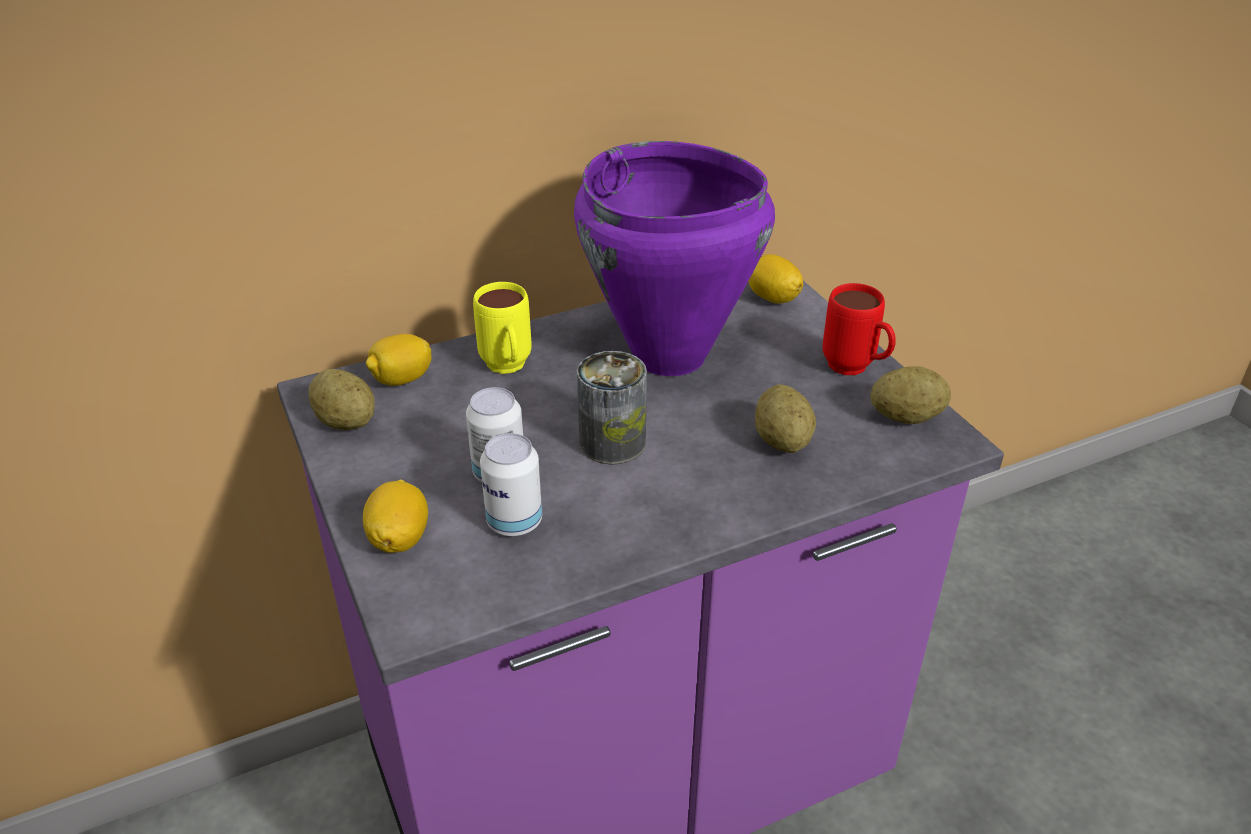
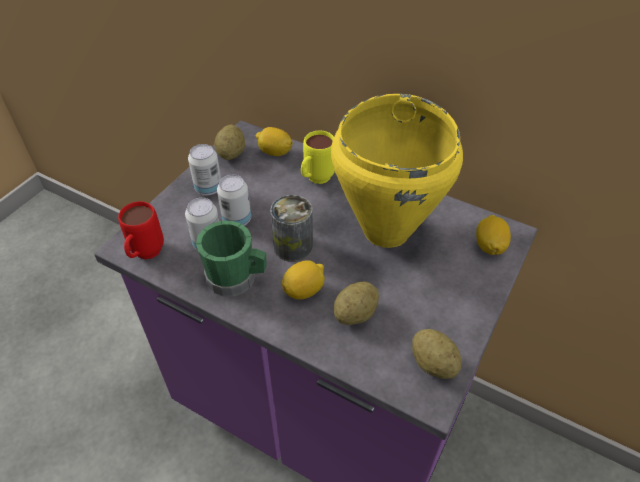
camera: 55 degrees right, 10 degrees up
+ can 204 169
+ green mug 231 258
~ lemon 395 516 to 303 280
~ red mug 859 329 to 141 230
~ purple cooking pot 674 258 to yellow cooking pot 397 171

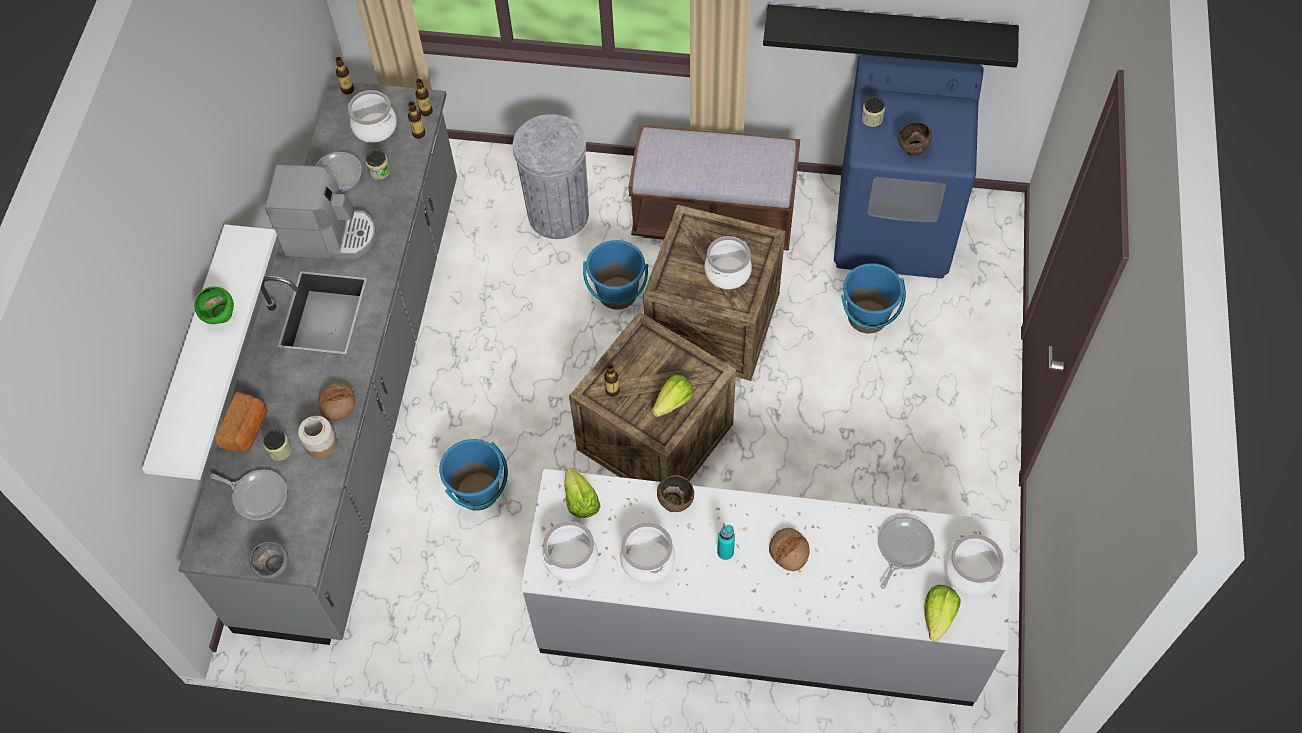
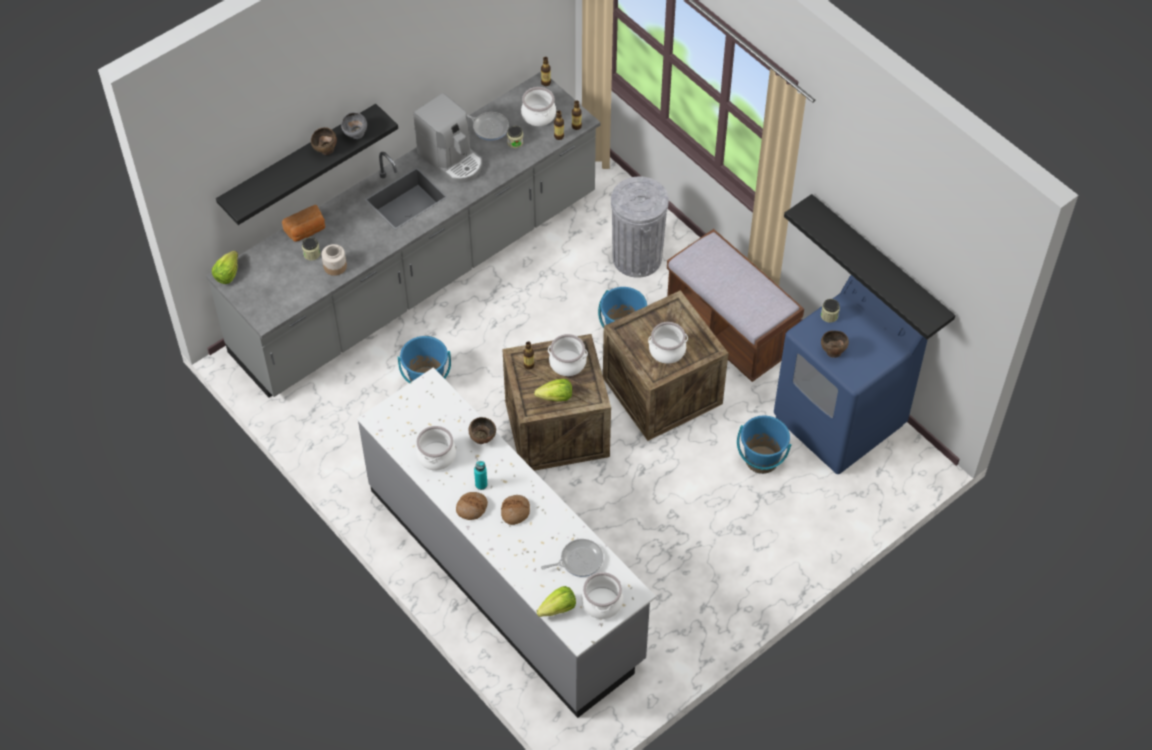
camera: 40 degrees right, 5 degrees down
- frying pan 248 495
~ grey bowl 269 560 to 354 125
~ bread 336 401 to 472 506
~ cooking pot 570 551 to 568 355
~ lettuce 582 493 to 225 267
~ white shelf 209 352 to black shelf 307 164
~ green bowl 214 305 to brown bowl 324 141

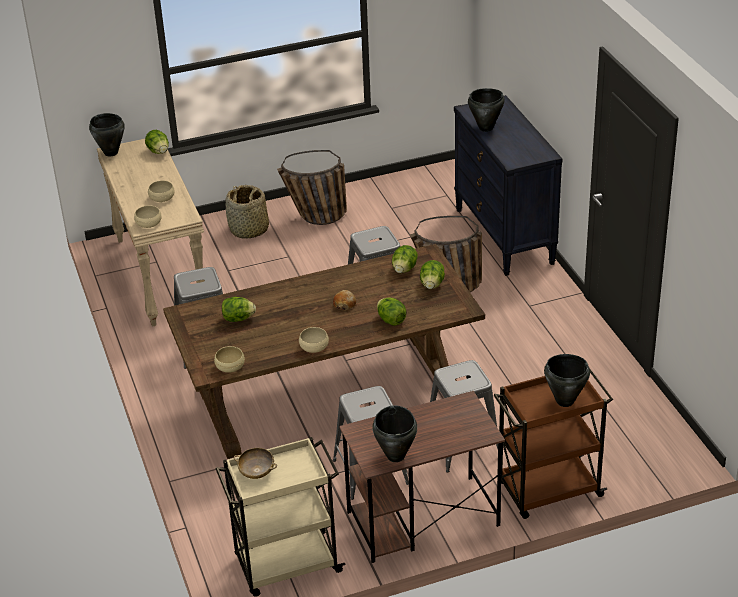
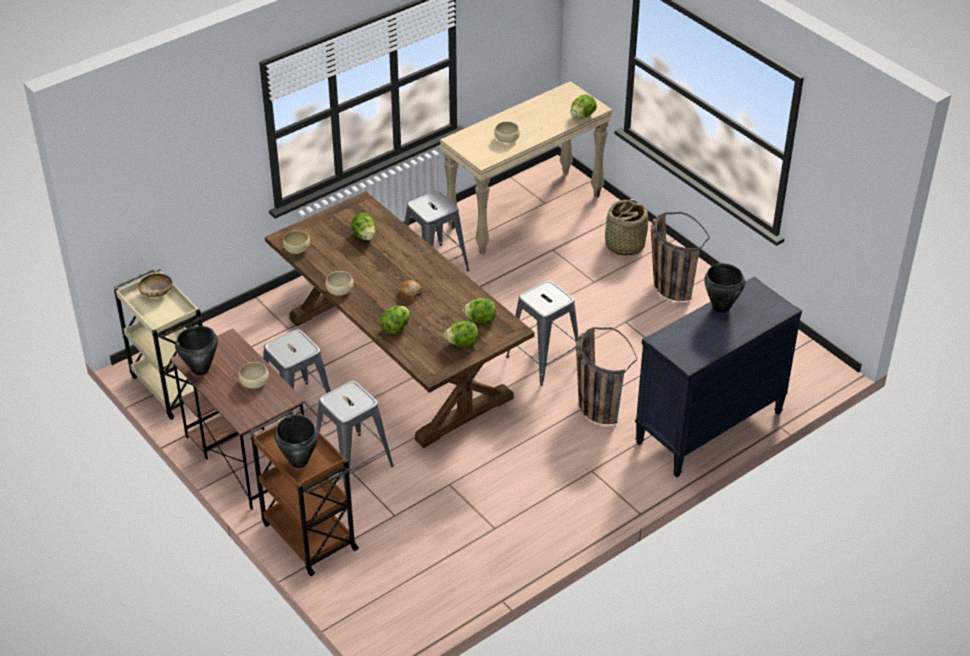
camera: 70 degrees right, 5 degrees up
- black cooking pot 107 134
~ beige bowl 148 216 to 254 375

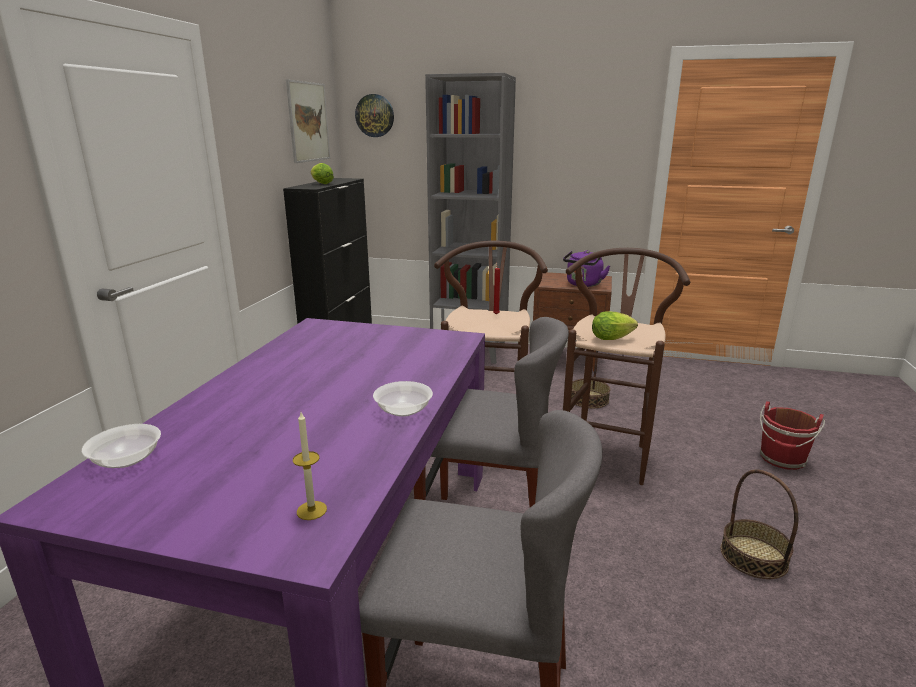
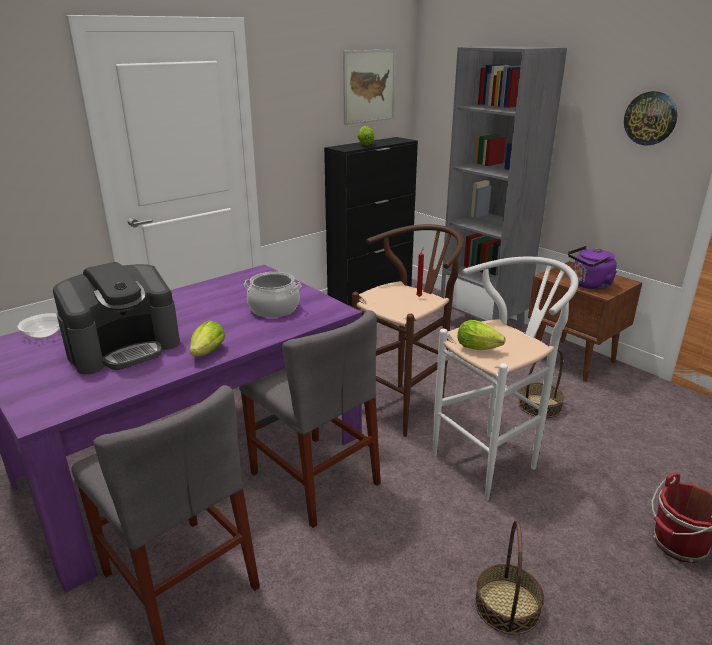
camera: 35 degrees right, 5 degrees up
- candle 310 466
+ coffee machine 116 318
+ cooking pot 272 295
~ wall clock 374 115 to 650 118
~ bowl 403 399 to lettuce 207 338
~ brown stool 626 366 to white stool 505 378

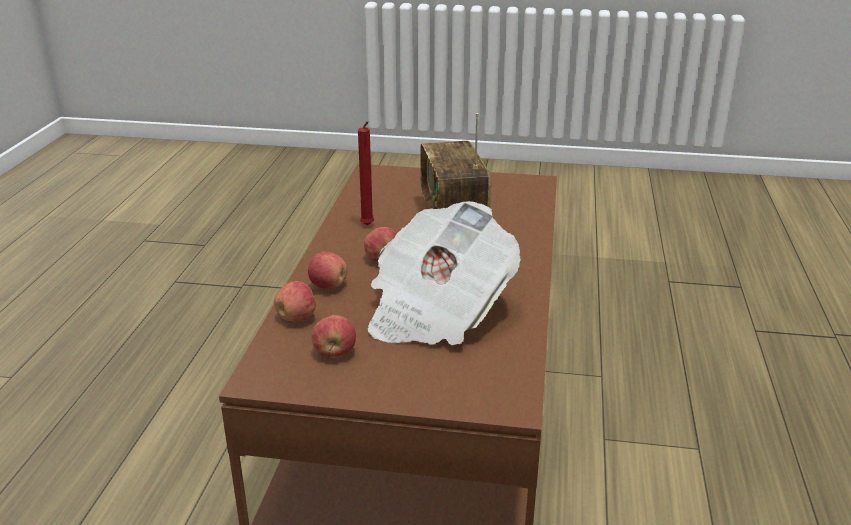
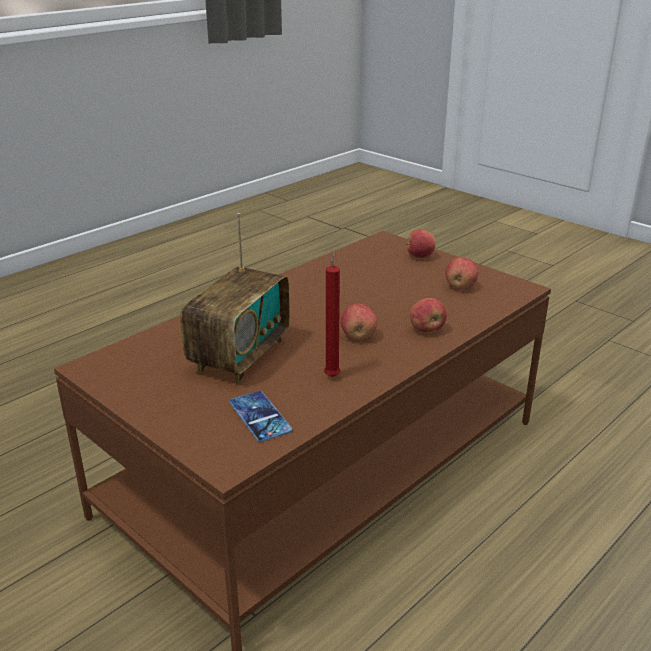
camera: 145 degrees left, 0 degrees up
- newspaper 444 273
+ phone 260 416
~ apple 295 301 to 421 243

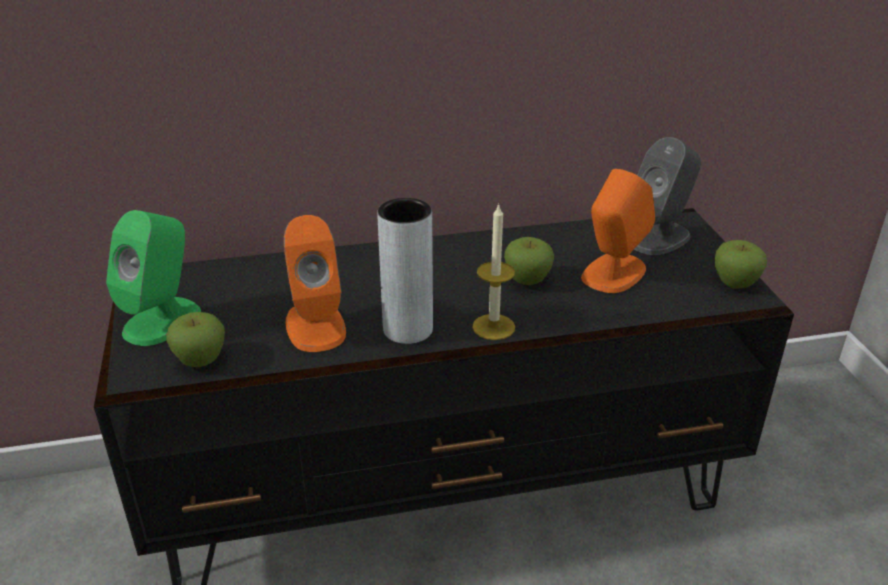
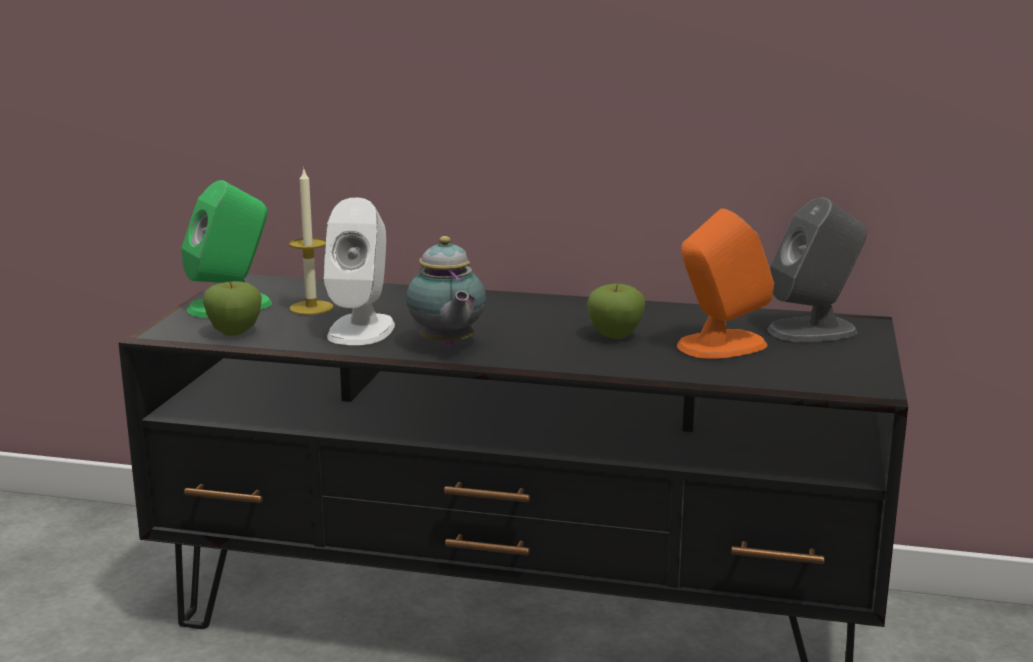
camera: 25 degrees right, 15 degrees down
- apple 741 264
~ candle 493 271 to 311 241
~ grey vase 405 271 to teapot 446 292
~ orange speaker 315 283 to white speaker 359 271

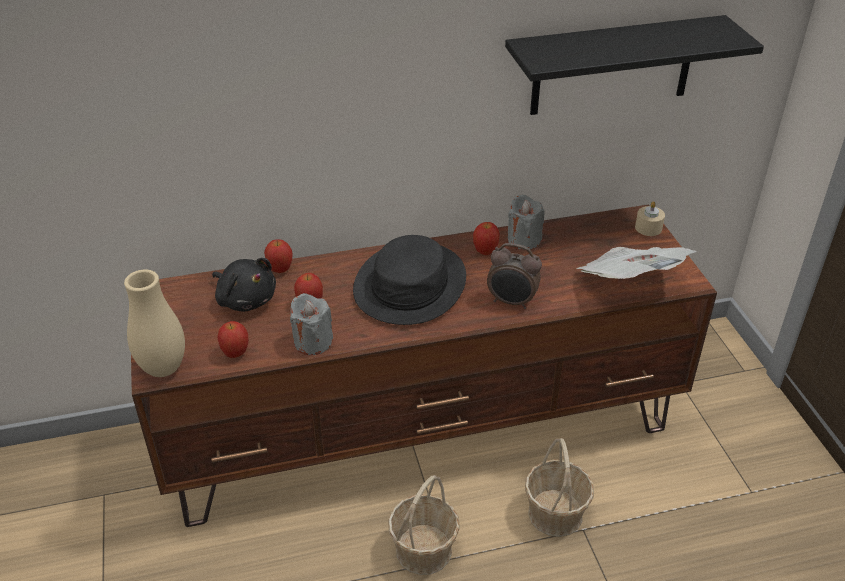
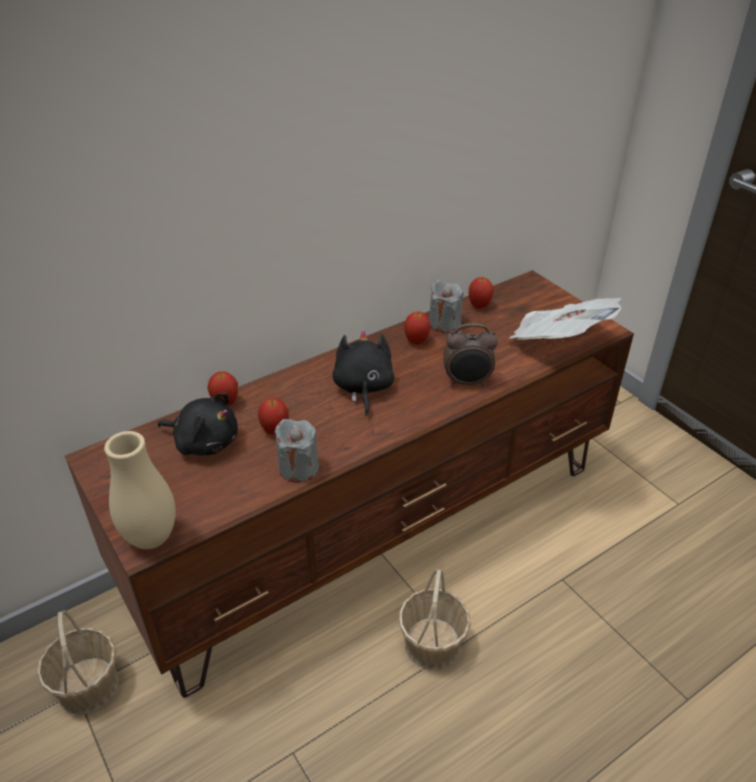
camera: 20 degrees left, 0 degrees up
- black shelf 634 65
- beige candle 650 218
~ apple 233 339 to 481 293
~ basket 559 487 to 78 662
~ black hat 409 280 to black plush toy 363 373

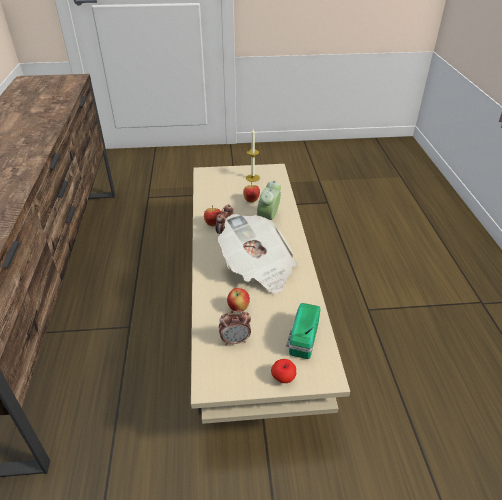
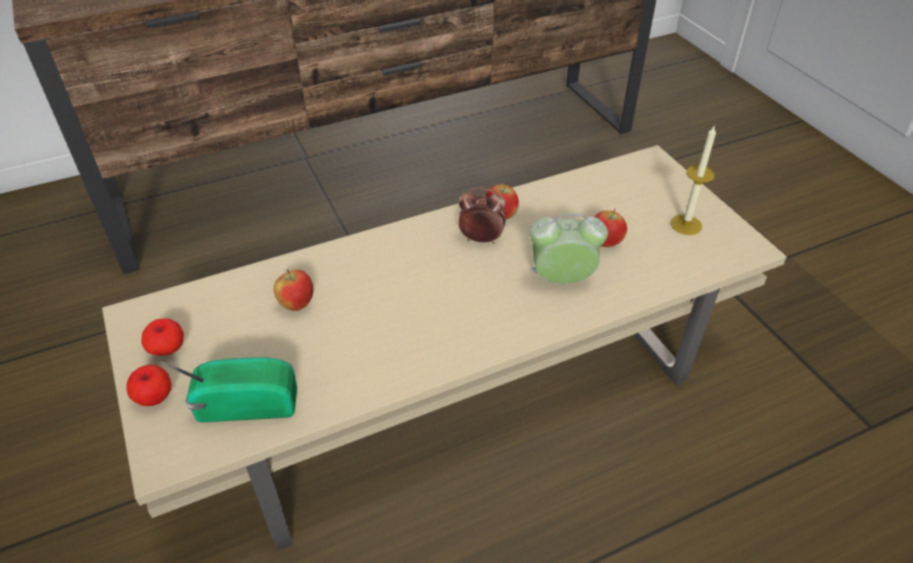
camera: 70 degrees right, 5 degrees up
- newspaper 258 254
- alarm clock 235 328
+ apple 163 337

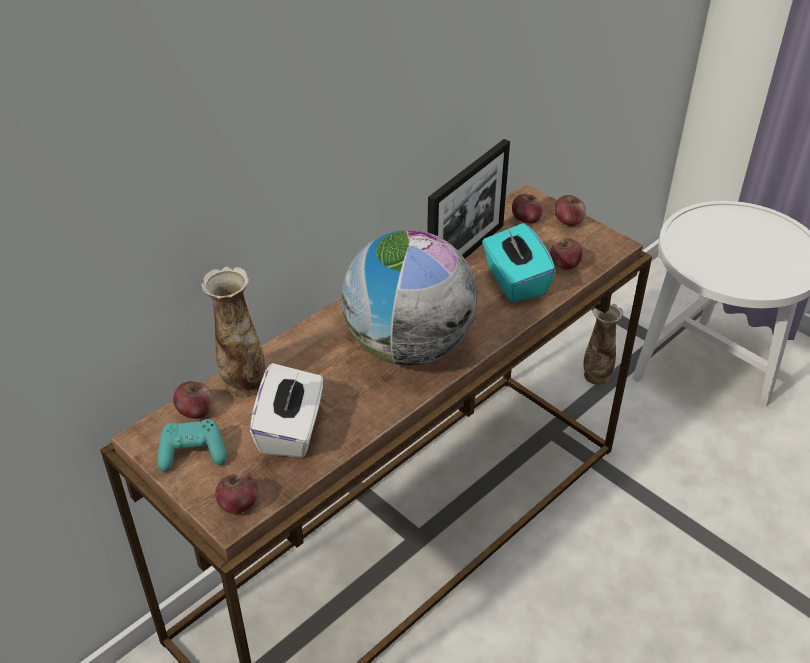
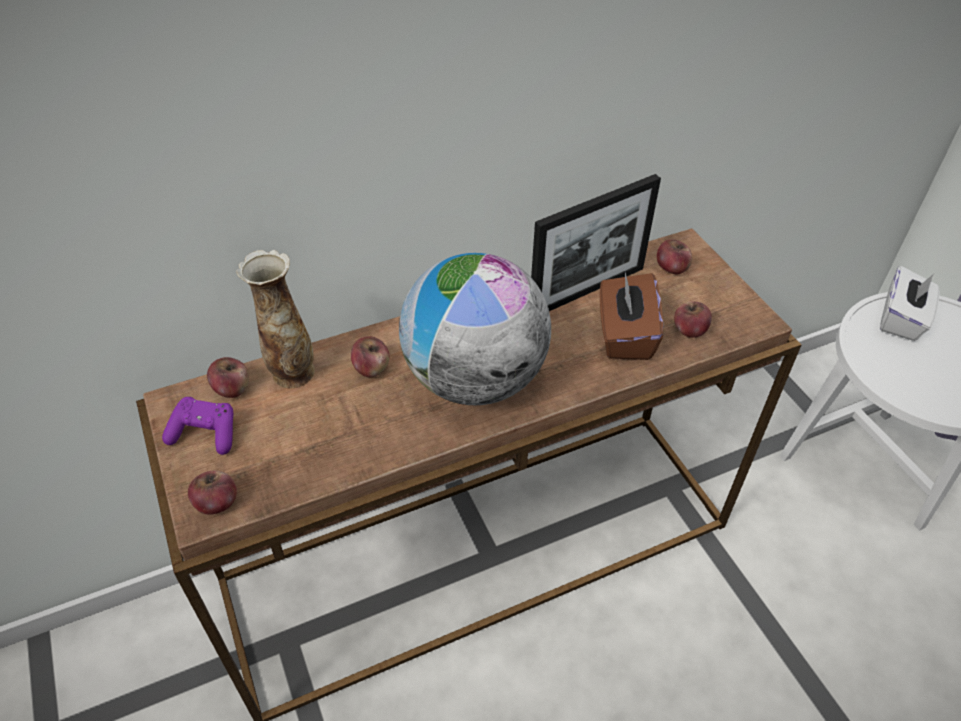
camera: 20 degrees right, 5 degrees up
- vase 603 344
~ white tissue box 286 410 to 910 303
~ apple 570 210 to 370 356
~ turquoise game controller 192 445 to purple game controller 197 426
~ turquoise tissue box 519 262 to brown tissue box 631 316

